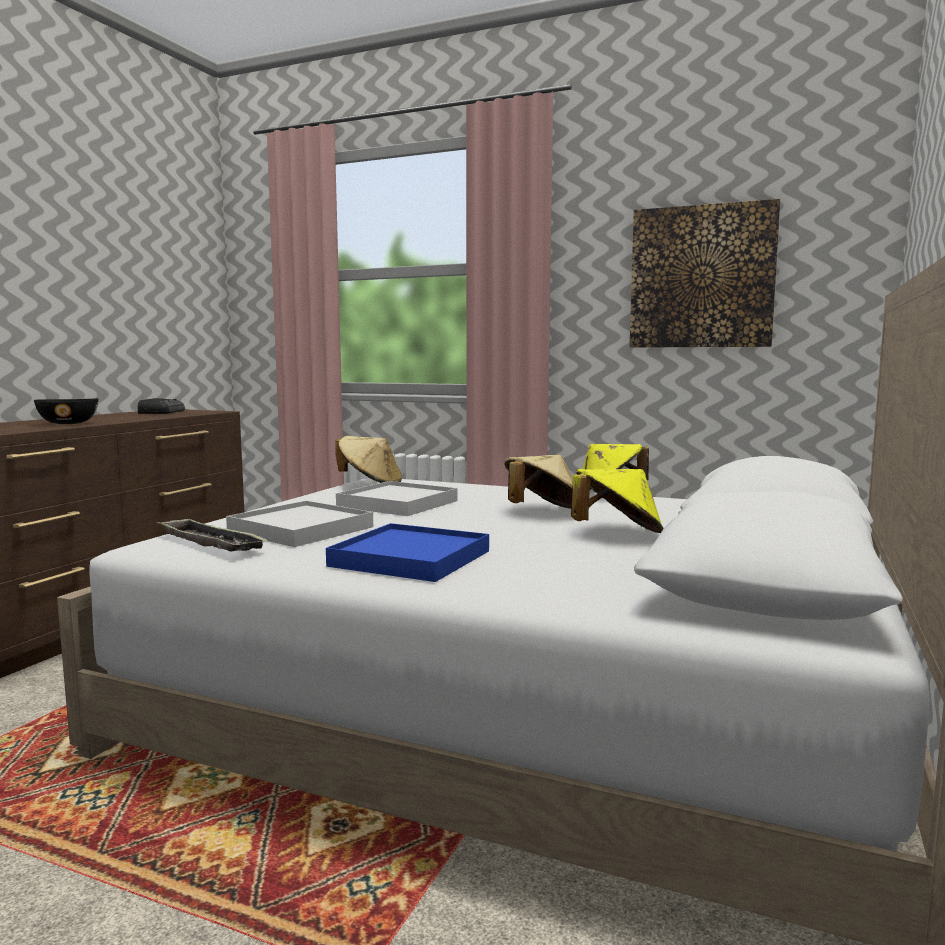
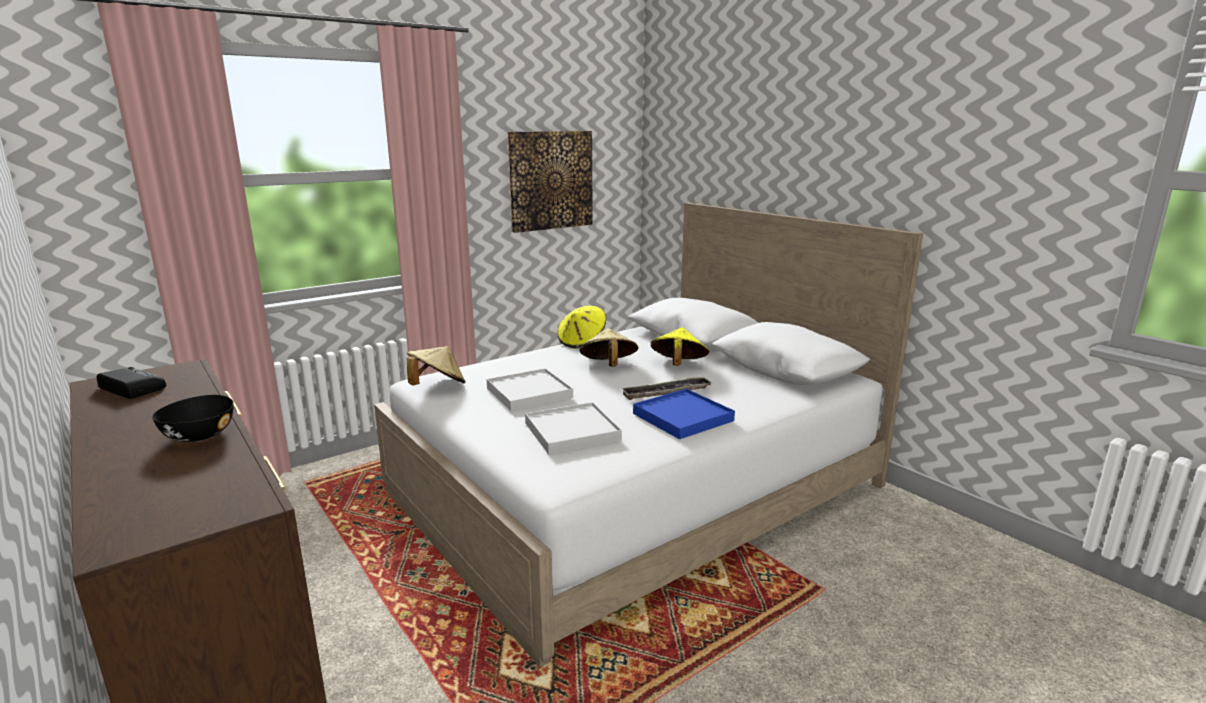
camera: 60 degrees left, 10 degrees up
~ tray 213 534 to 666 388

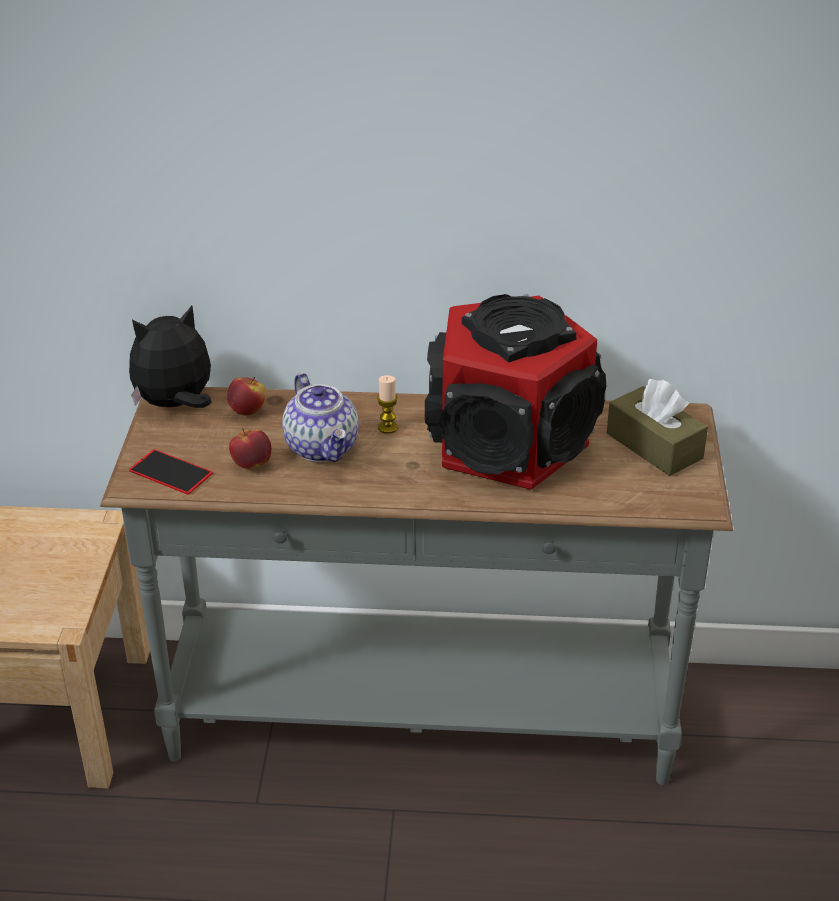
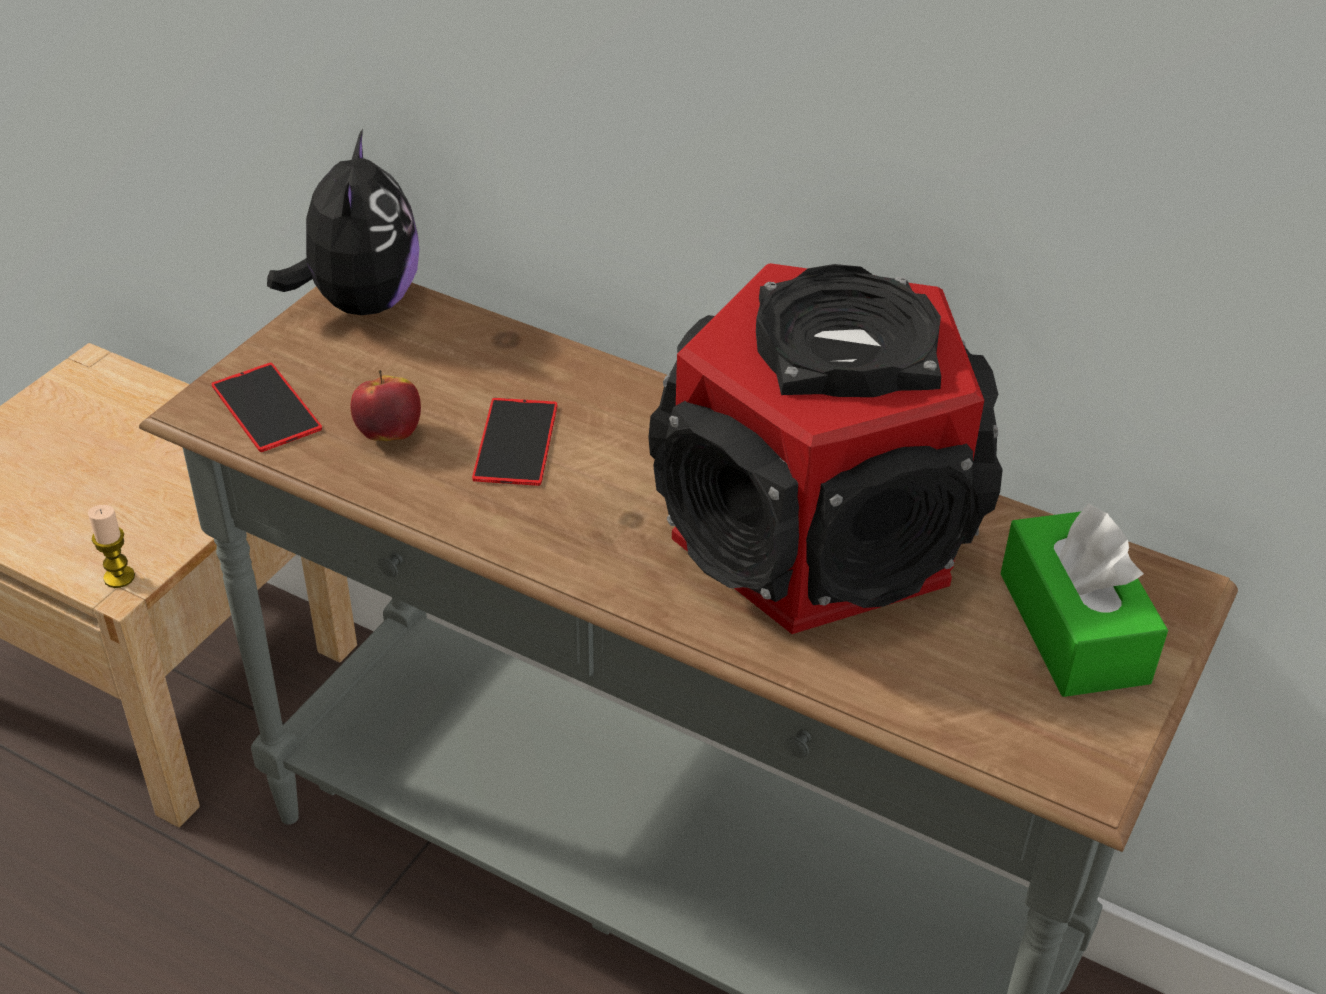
camera: 25 degrees right, 5 degrees up
- apple 246 396
~ candle 387 404 to 111 546
~ teapot 320 417 to phone 514 442
~ brown tissue box 657 427 to green tissue box 1084 600
~ plush toy 170 356 = 343 222 90 degrees clockwise

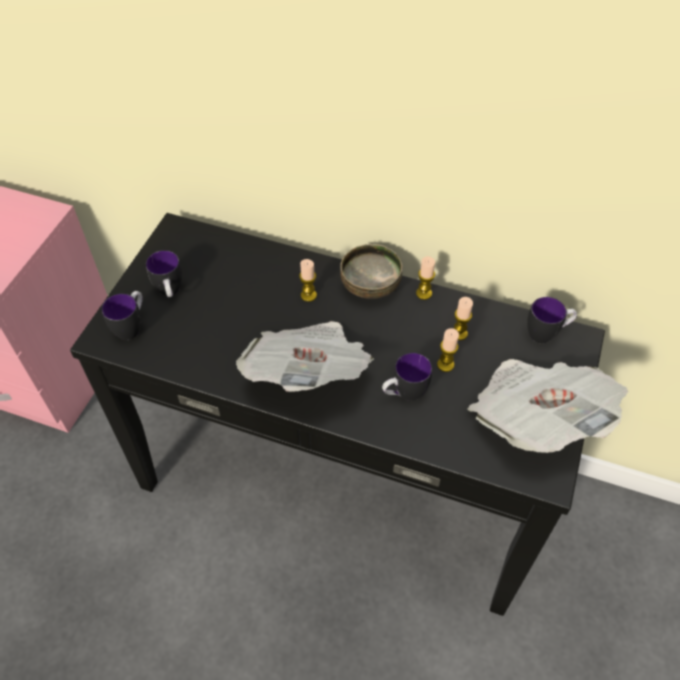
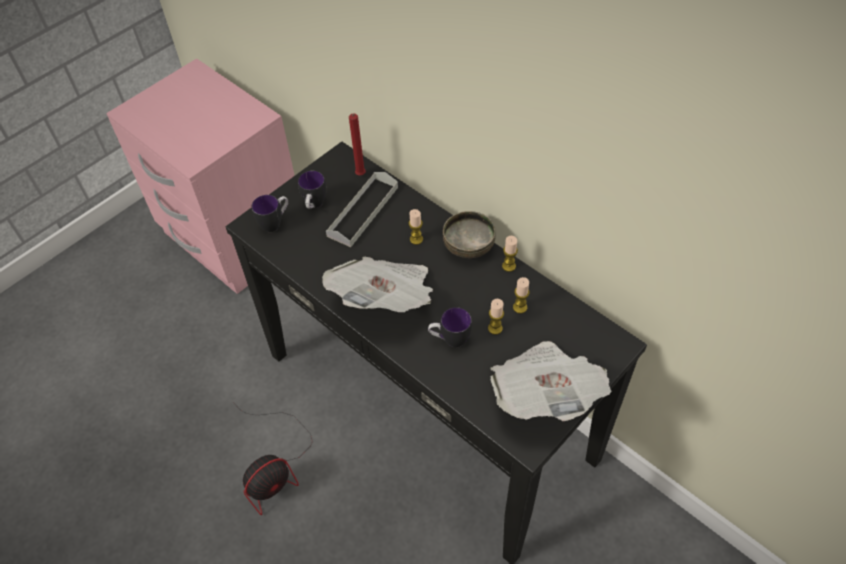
camera: 25 degrees right, 0 degrees up
- mug 552 320
+ fan 273 458
+ grey tray 362 209
+ red candle 357 144

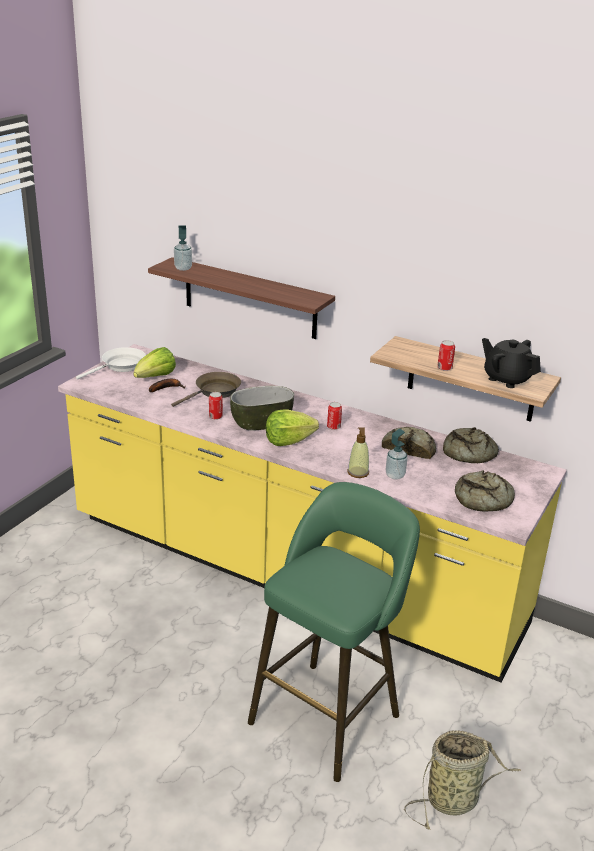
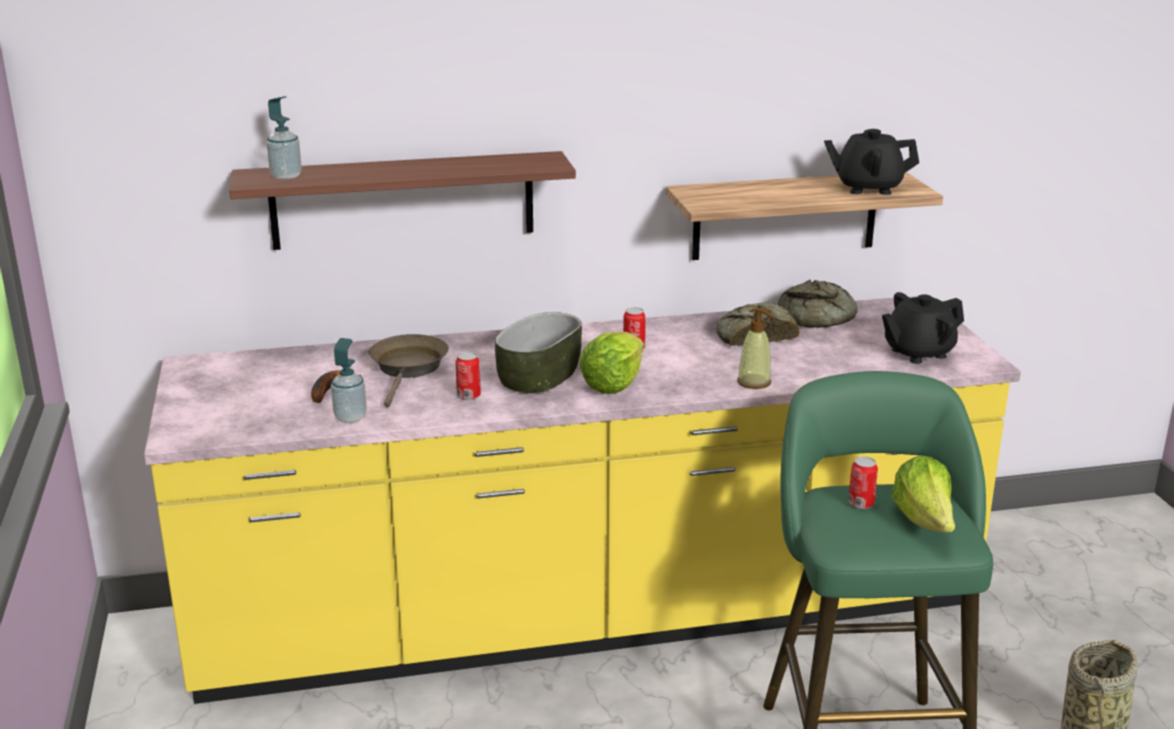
camera: 40 degrees left, 5 degrees down
- white frying pan 111 363
~ lettuce 154 362 to 923 493
~ soap dispenser 397 454 to 349 380
~ can 446 355 to 863 482
~ bread 485 491 to black teapot 923 328

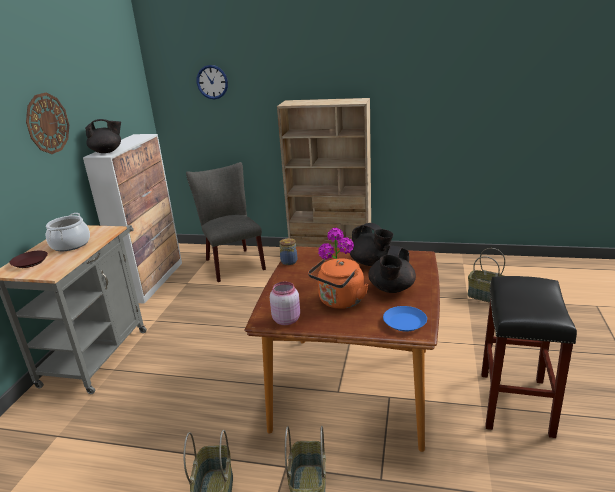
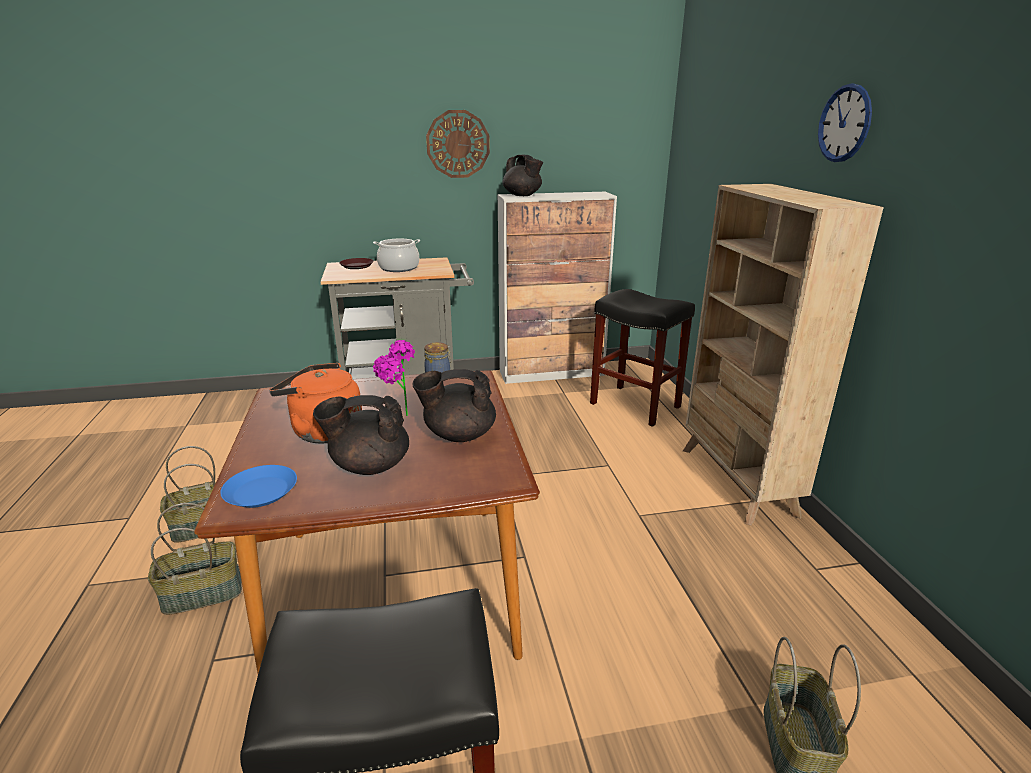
camera: 65 degrees right, 0 degrees up
- pink jar 285 303
~ wall clock 212 82 to 845 123
~ grey chair 226 222 to black stool 642 358
~ black teapot 372 244 = 454 405 60 degrees clockwise

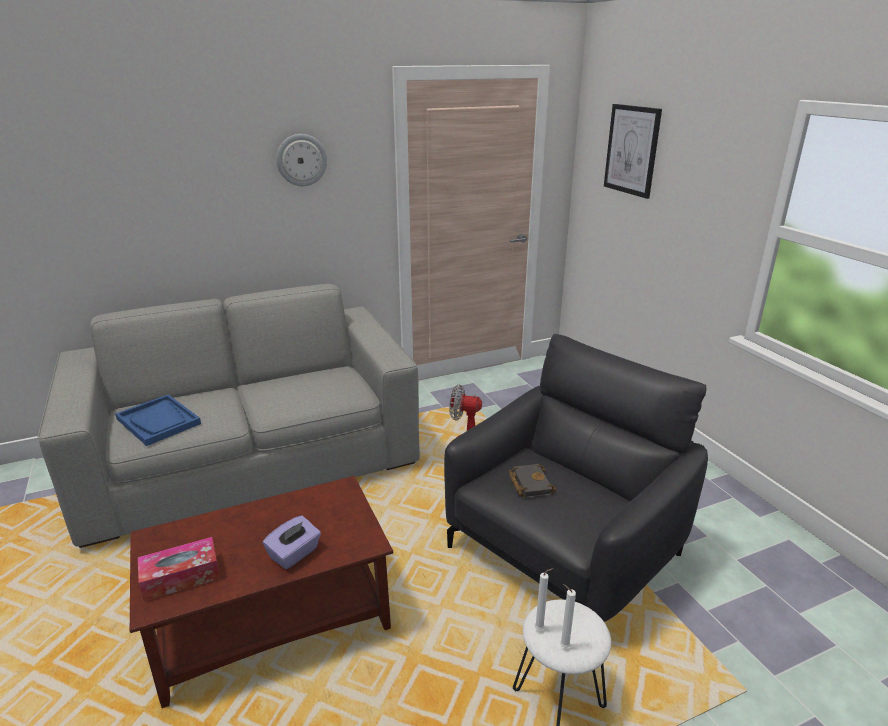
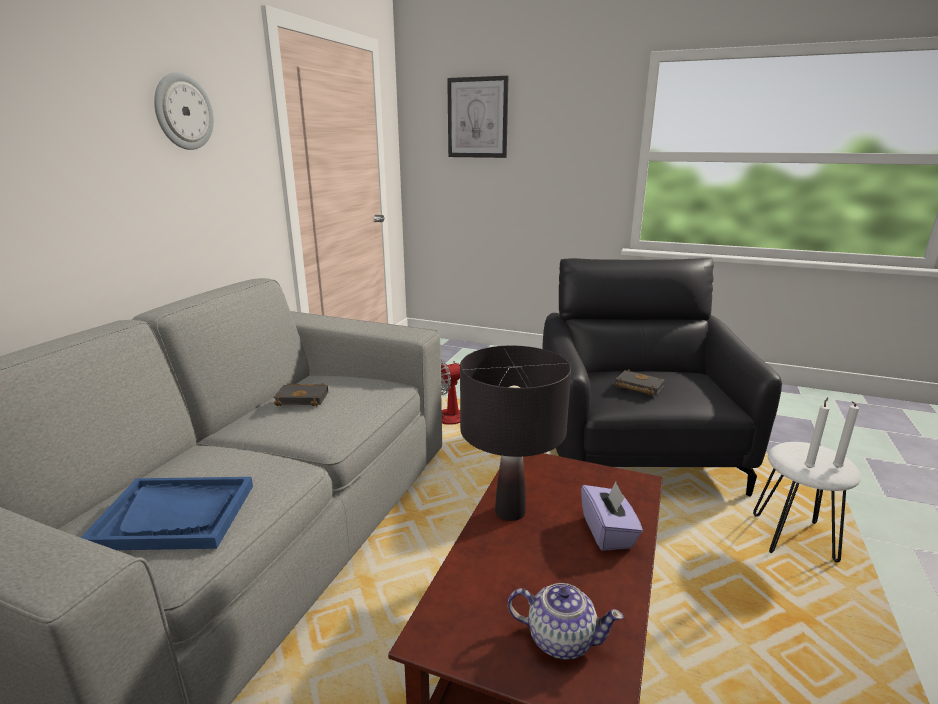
camera: 45 degrees left, 5 degrees down
+ black book 301 394
+ black table lamp 515 433
~ tissue box 179 569 to teapot 566 621

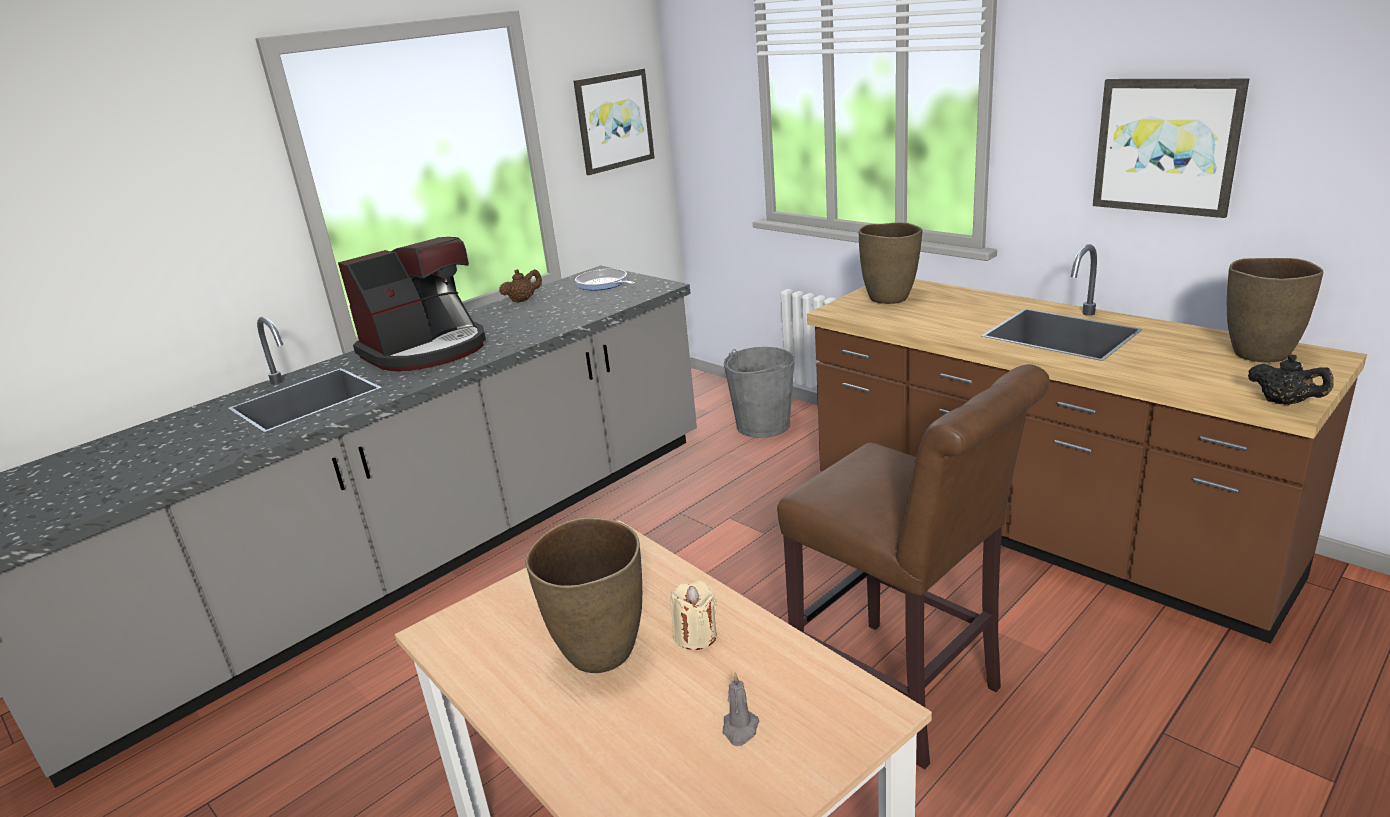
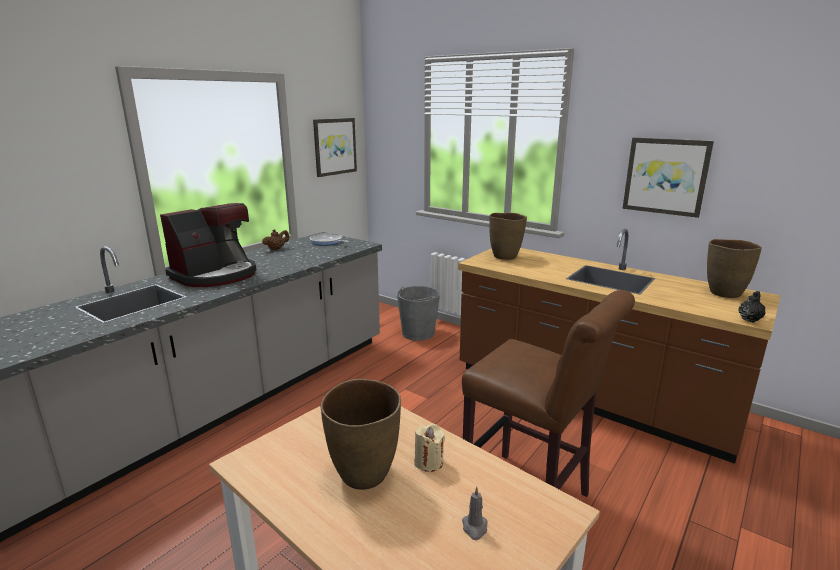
camera: 10 degrees left, 5 degrees down
~ black teapot 1291 379 = 752 307 90 degrees counterclockwise

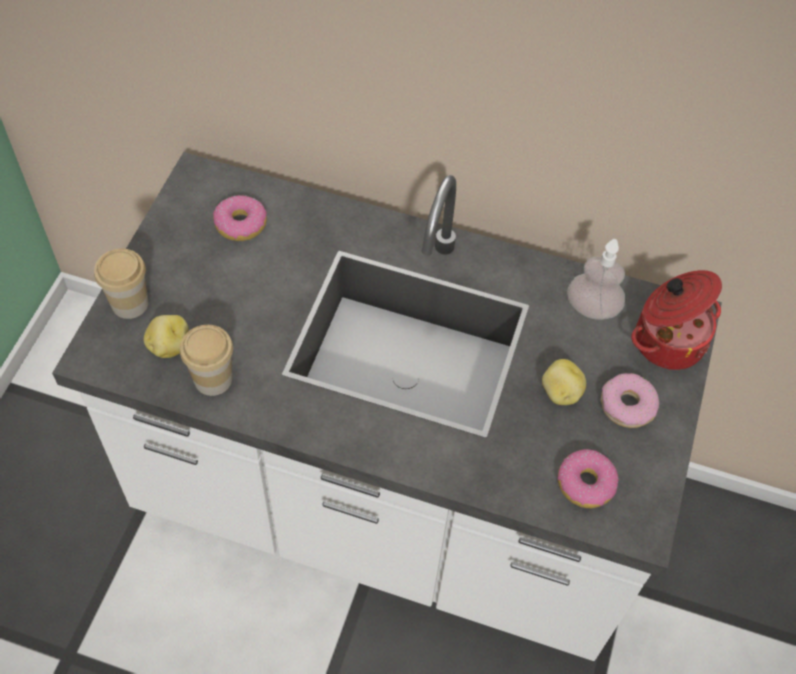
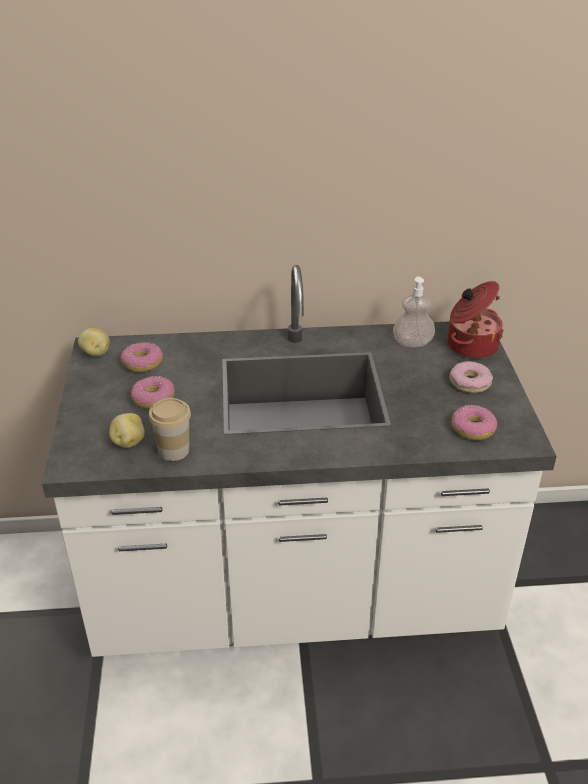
camera: 20 degrees left, 20 degrees down
- cup 121 284
+ donut 153 392
~ potato 564 382 to 94 342

